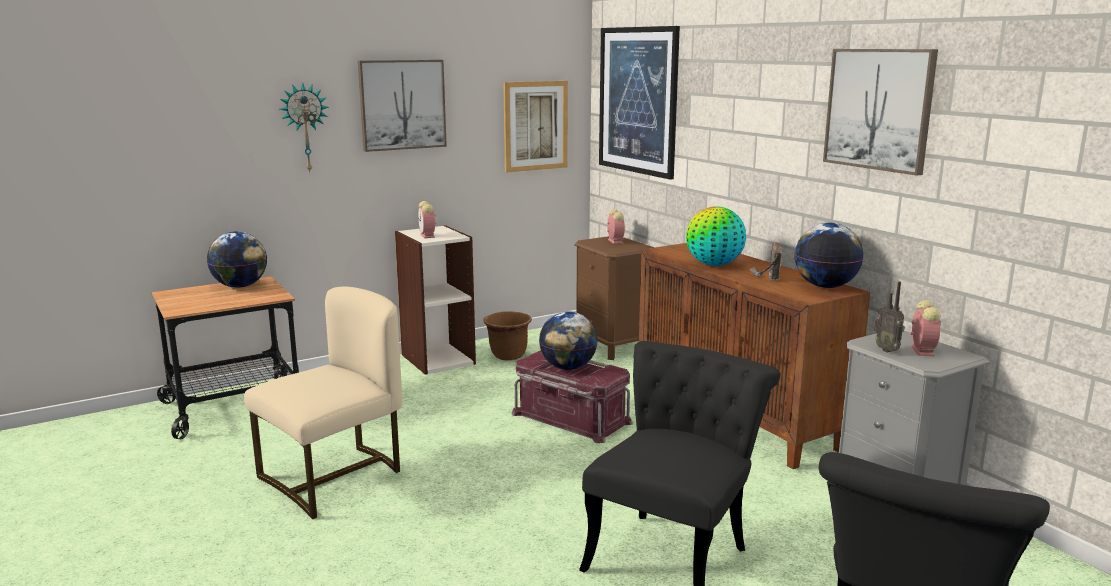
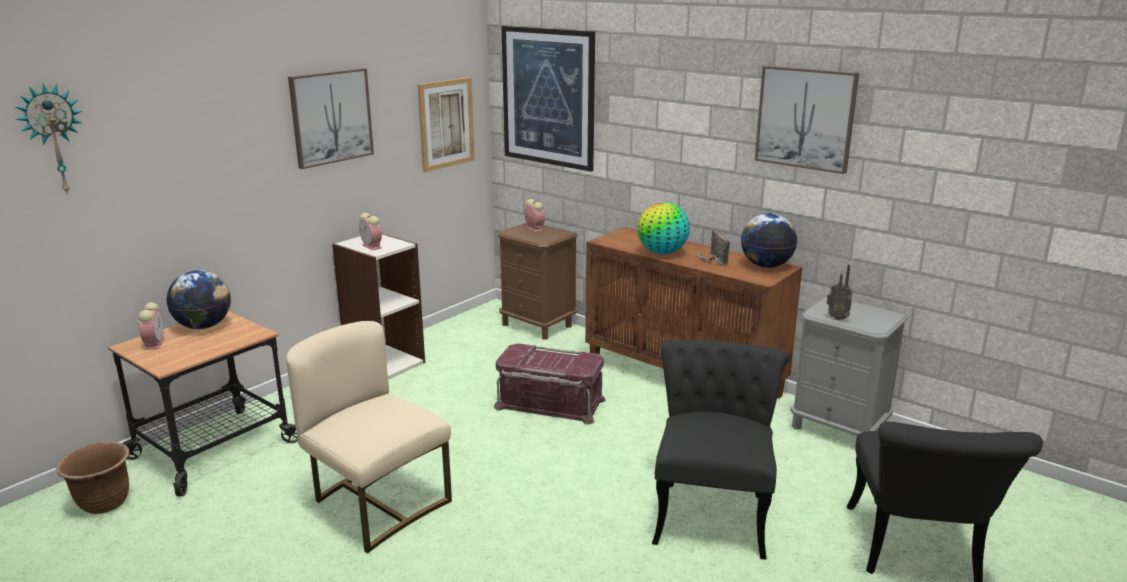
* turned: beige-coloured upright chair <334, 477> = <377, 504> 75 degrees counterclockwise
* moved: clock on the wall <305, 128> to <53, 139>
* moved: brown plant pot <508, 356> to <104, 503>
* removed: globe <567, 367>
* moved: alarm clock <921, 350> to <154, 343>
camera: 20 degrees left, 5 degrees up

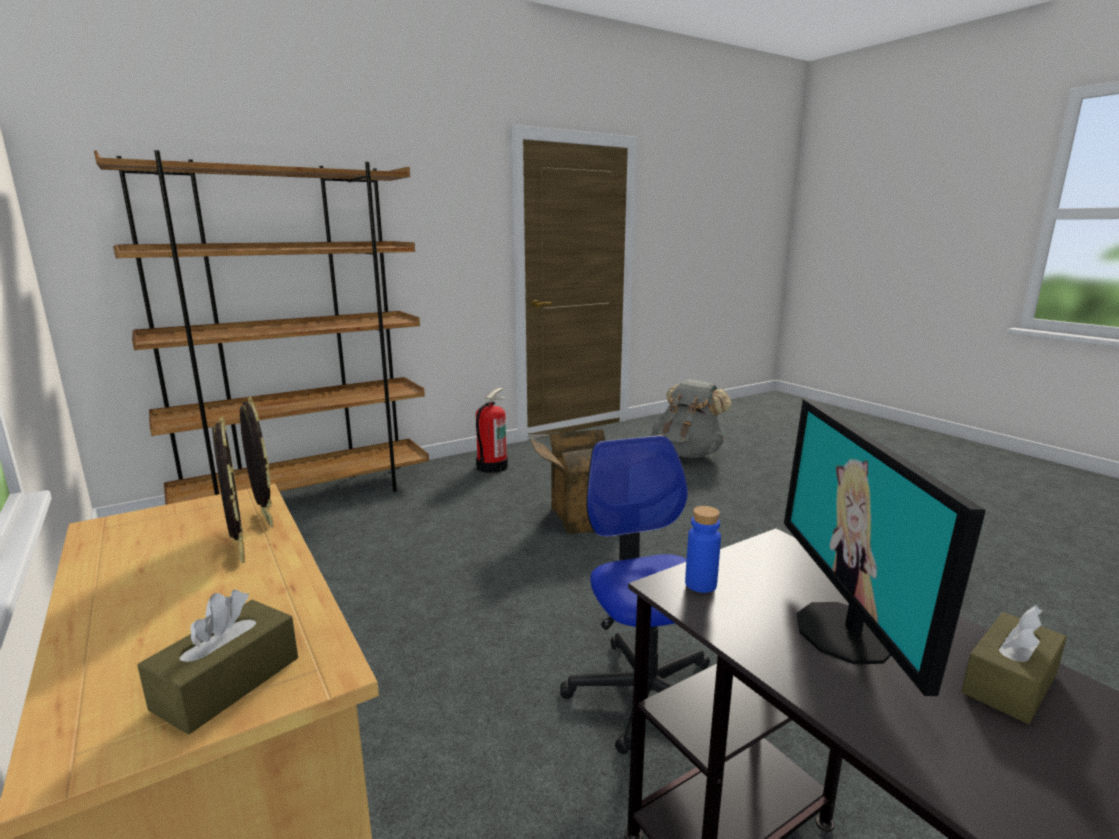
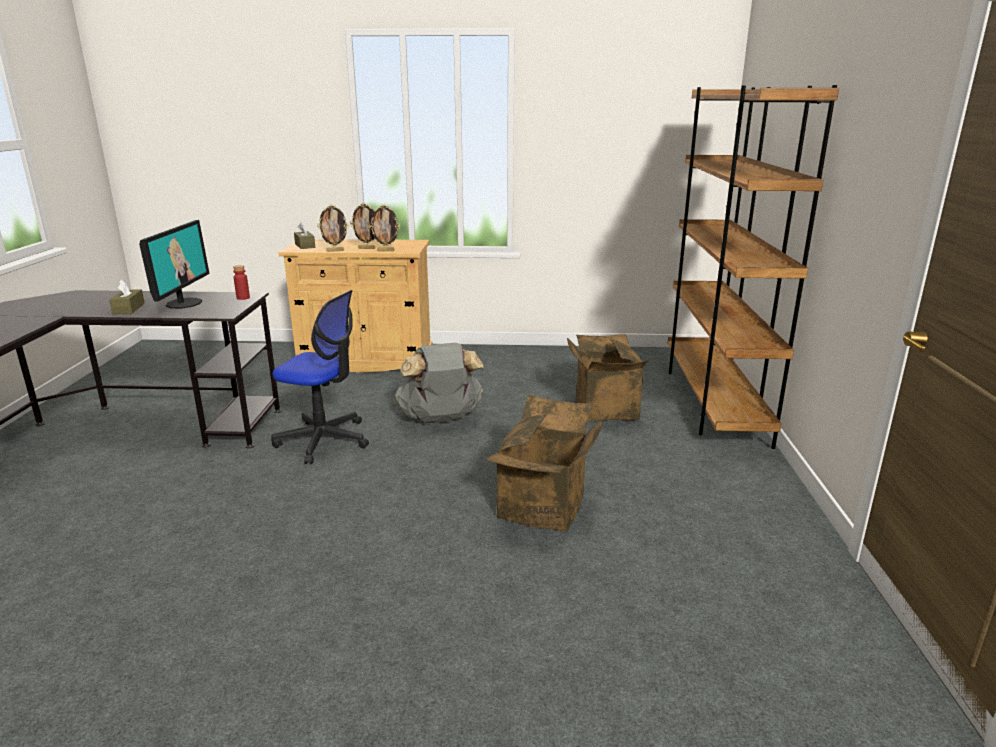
* removed: extinguisher <492, 466>
* moved: greyish knapsack <687, 454> to <440, 419>
* recoloured: blue-coloured beverage bottle <700, 584> to red-coloured beverage bottle <243, 298>
* turned: computer display <847, 632> = <183, 303> 60 degrees clockwise
* added: standing frame <335, 251>
* added: packing box <602, 409>
camera: 125 degrees right, 5 degrees up

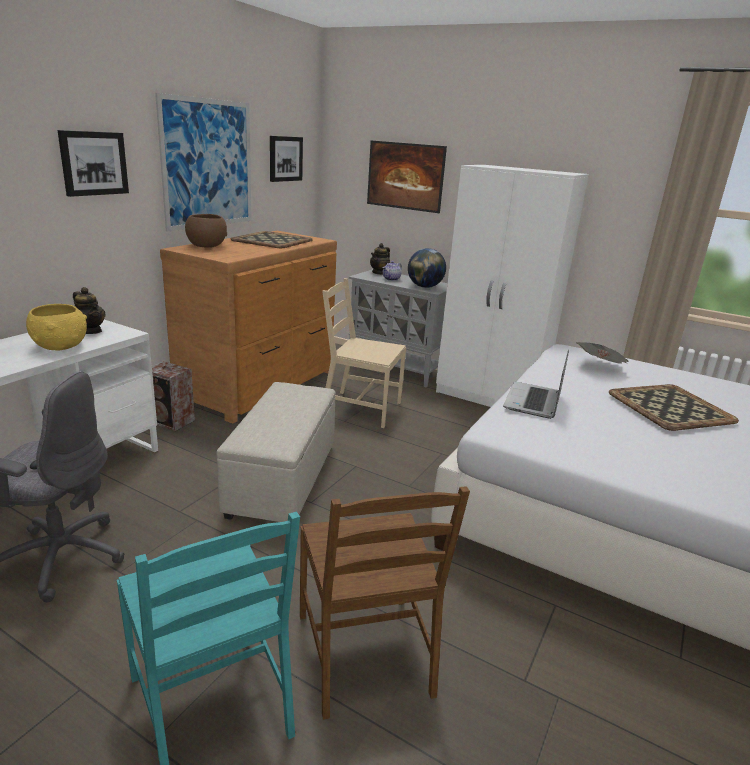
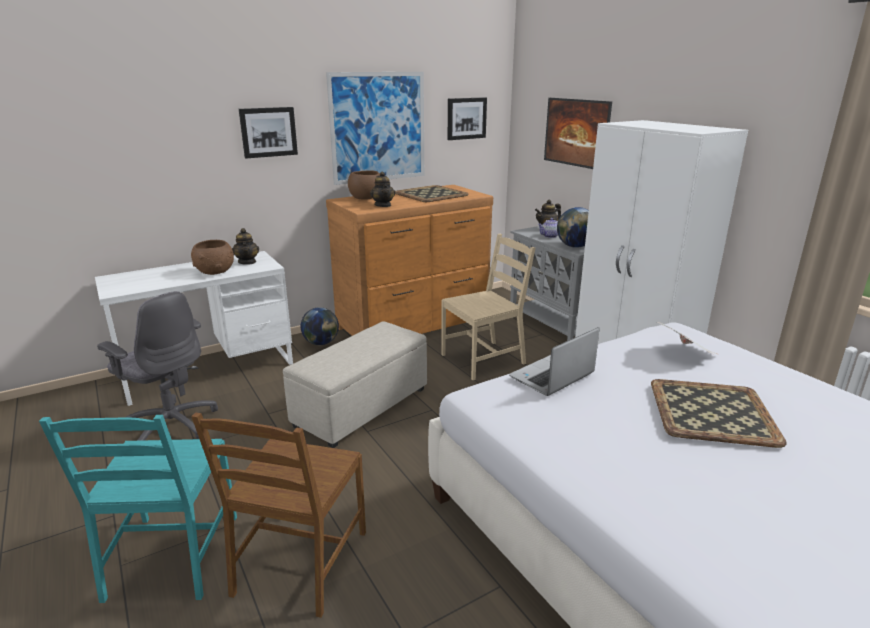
* recoloured: yellowish serving bowl <61, 347> to brown serving bowl <215, 272>
* replaced: speaker <172, 421> to globe <321, 343>
* turned: beige-coloured upright chair <360, 408> = <484, 359> 105 degrees clockwise
* added: teapot <383, 205>
camera: 30 degrees right, 0 degrees up

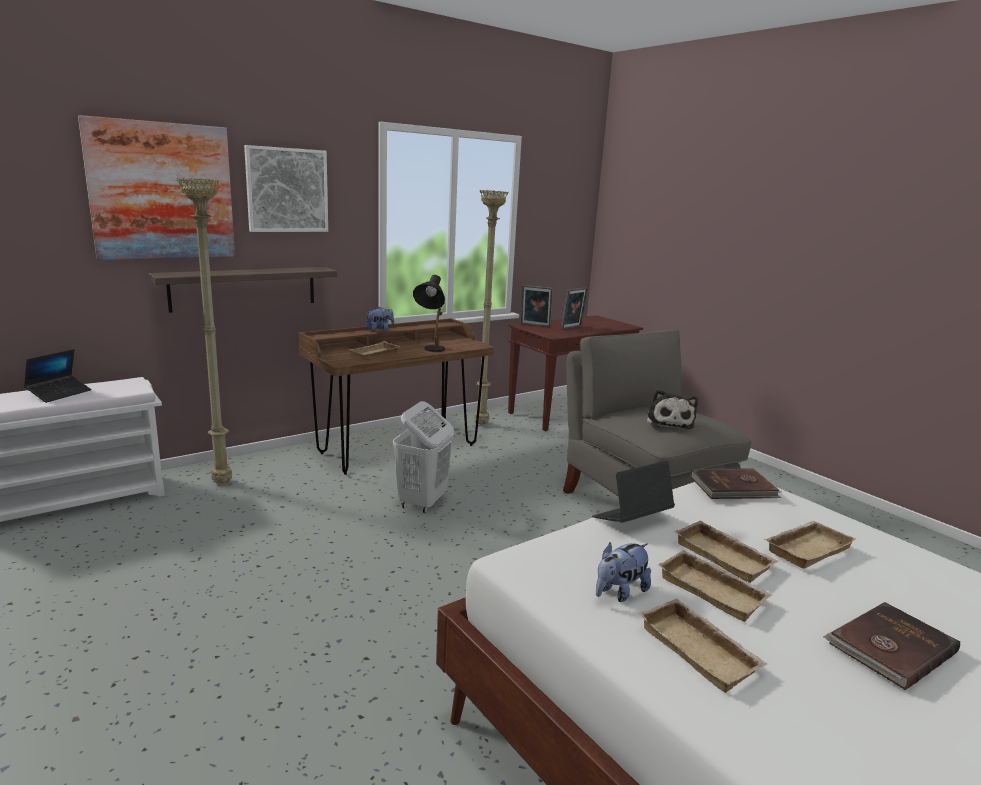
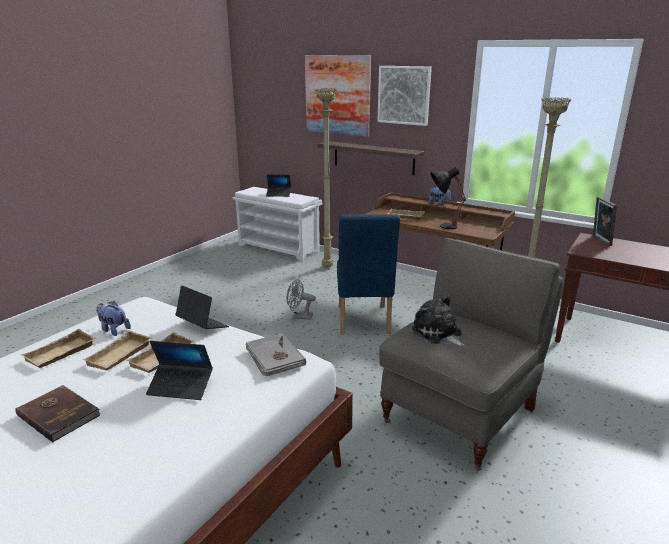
* replaced: white washing basket <422, 502> to blue-coloured upright chair <363, 322>
* removed: standing frame <572, 328>
* turned: plush toy <669, 422> = <438, 334> 75 degrees clockwise
* recoloured: brown book <734, 488> to greyish book <274, 357>
* replaced: beige-coloured serving tray <806, 548> to laptop <181, 387>
* added: greyish cooling fan <299, 317>
camera: 70 degrees right, 5 degrees up

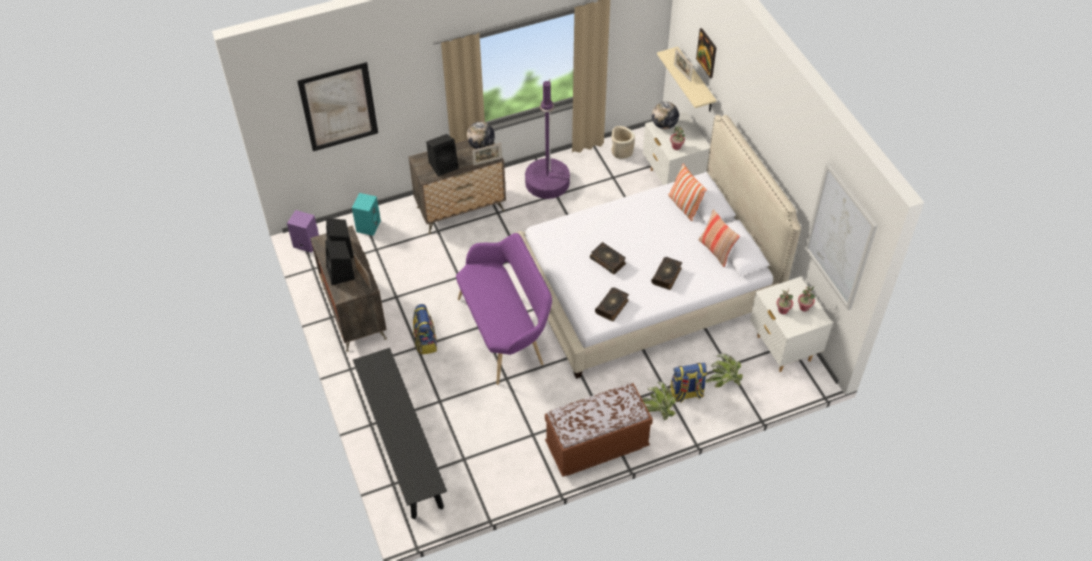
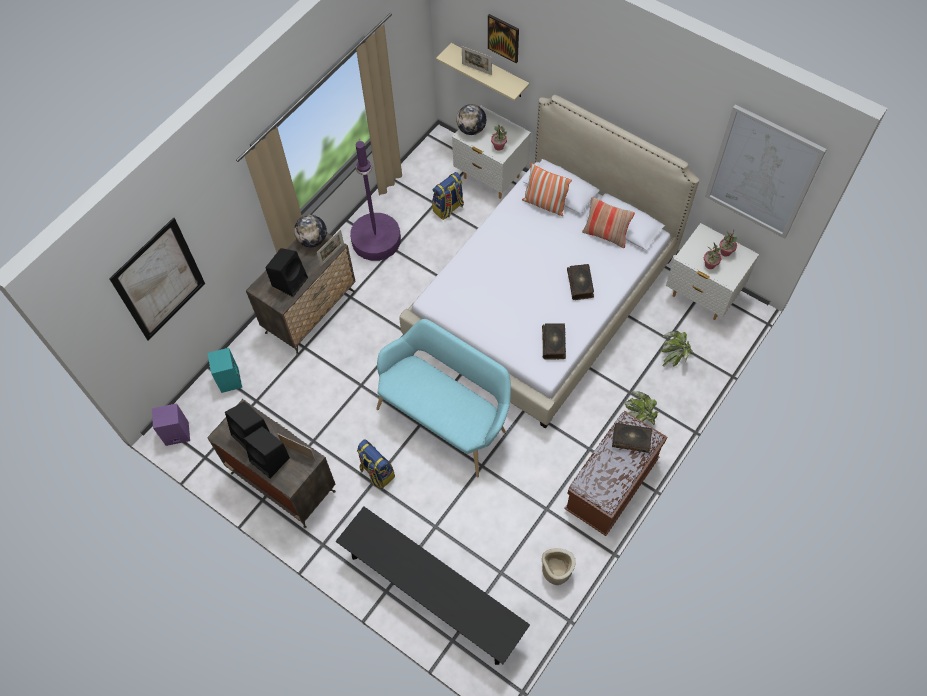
* recoloured: purplish long seat <505, 331> to blue-green long seat <446, 417>
* moved: book <608, 261> to <631, 439>
* moved: beige-coloured plant pot <621, 151> to <556, 571>
* moved: knapsack <686, 393> to <448, 208>
camera: 30 degrees left, 10 degrees up

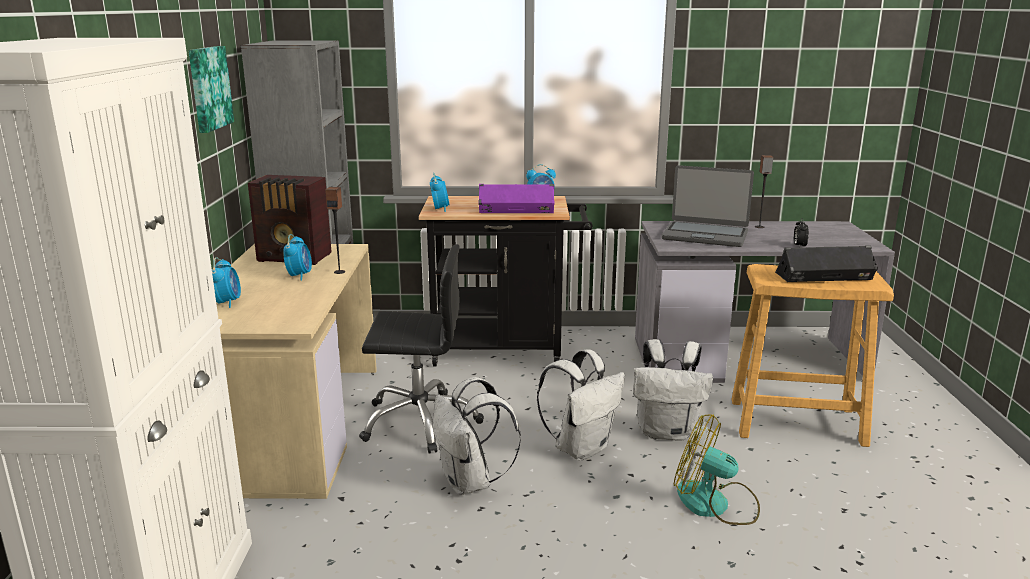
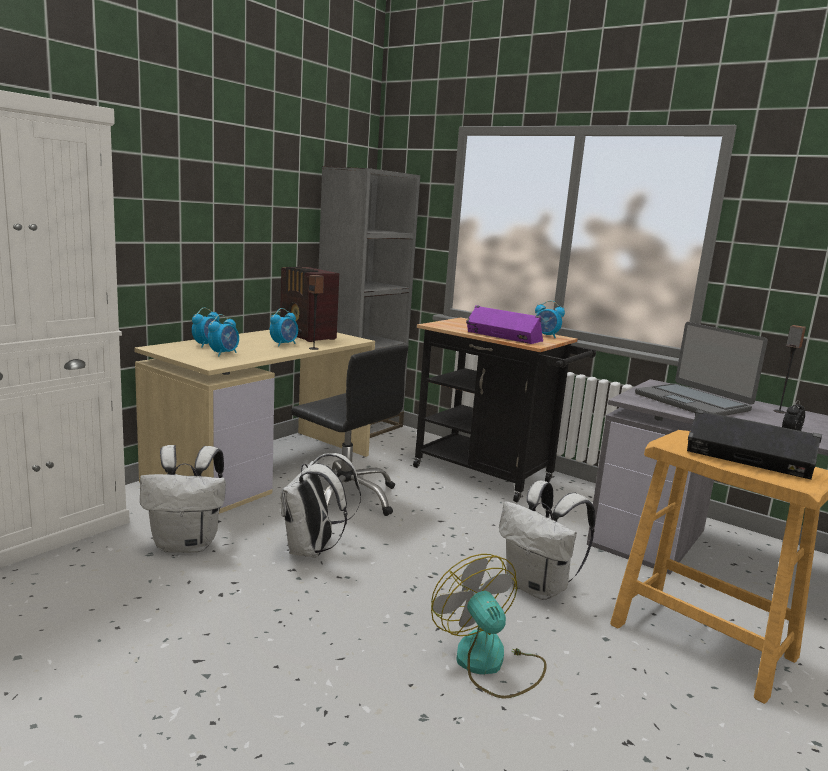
* removed: picture <208, 88>
* moved: alarm clock <440, 209> to <224, 353>
* moved: white knapsack <581, 448> to <187, 544>
camera: 35 degrees right, 5 degrees down

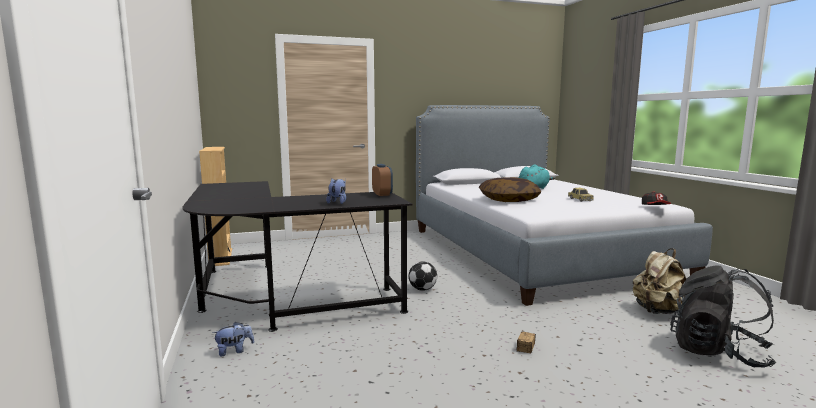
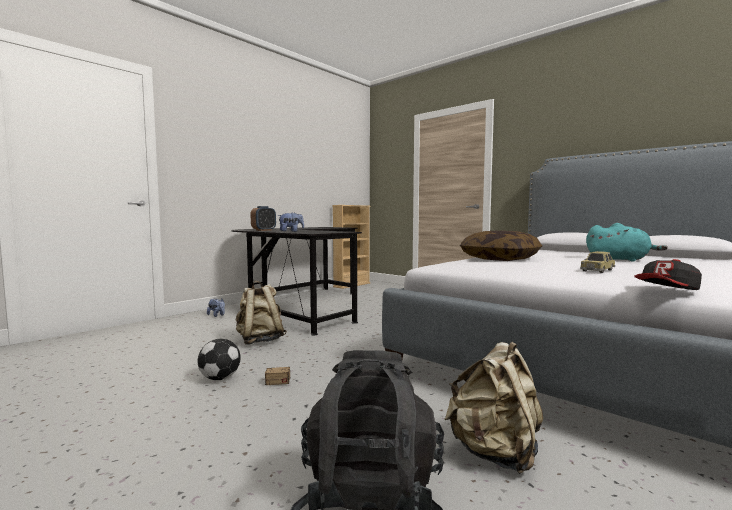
* moved: alarm clock <382, 194> to <263, 230>
* moved: ball for football <422, 289> to <220, 378>
* added: beige-coloured knapsack <260, 341>
camera: 60 degrees right, 5 degrees down

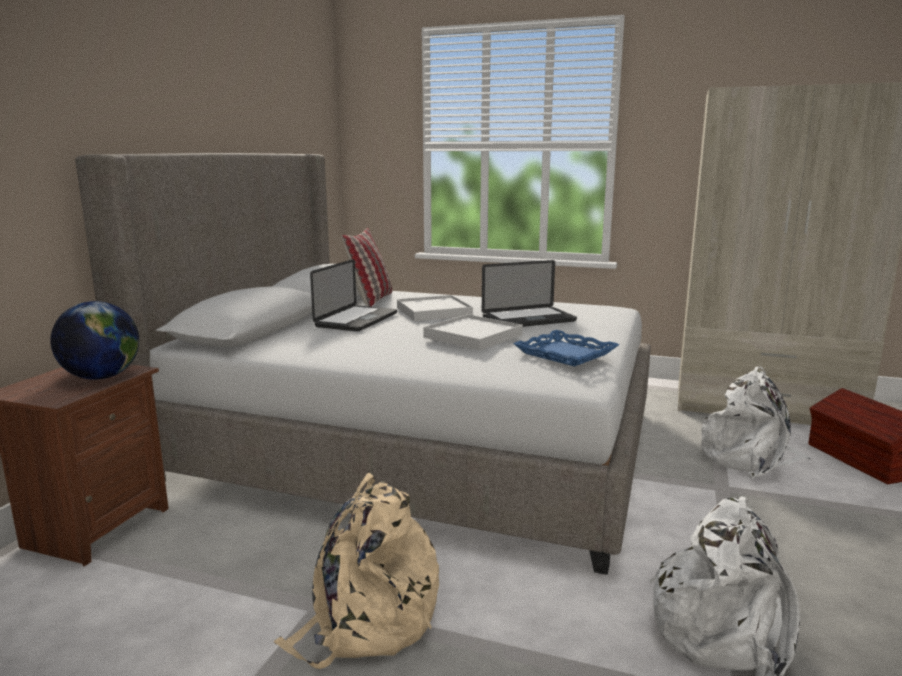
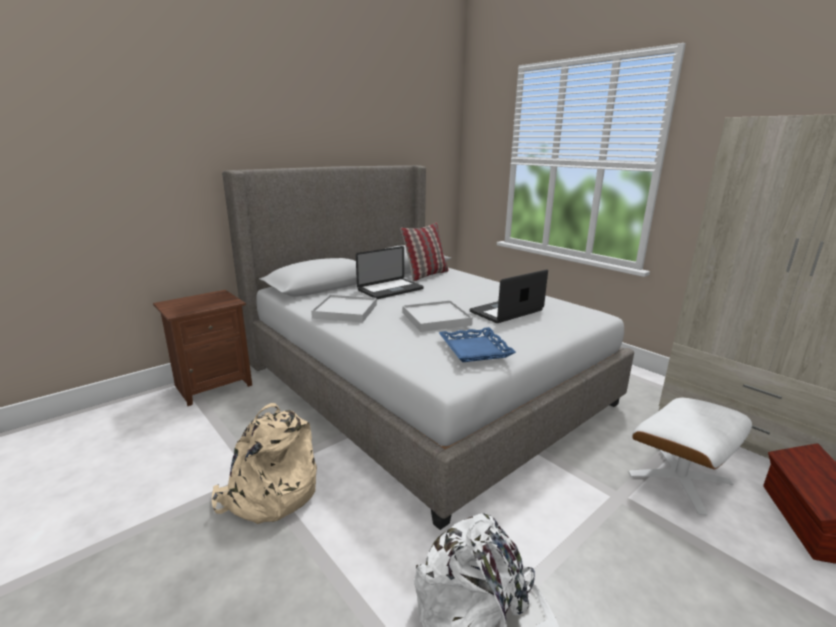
* removed: globe <101, 377>
* moved: white serving tray <433, 312> to <345, 311>
* turned: laptop <528, 319> = <506, 311> 135 degrees clockwise
* replaced: white knapsack <750, 458> to white pouffe <680, 478>
camera: 30 degrees right, 5 degrees up

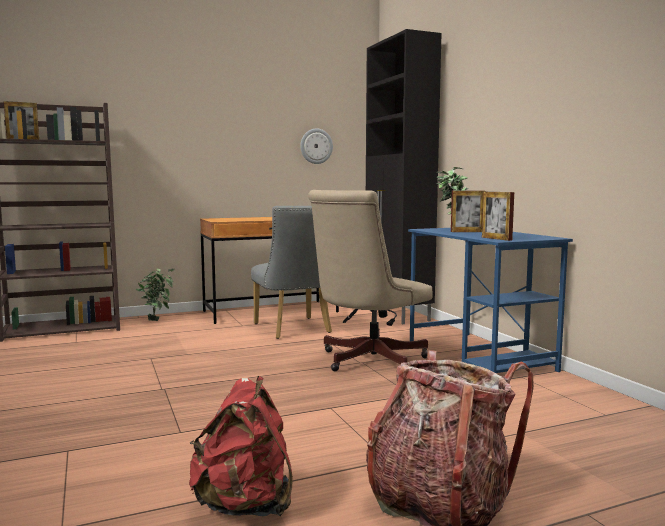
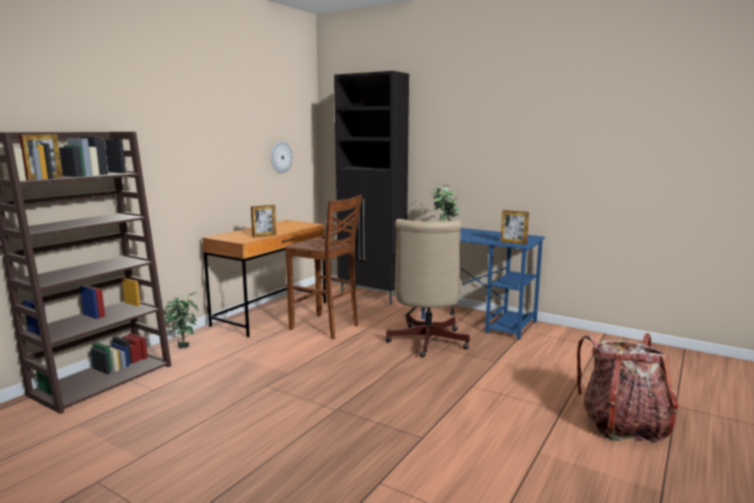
* removed: red-coloured knapsack <245, 505>
* replaced: greyish upright chair <295, 329> to brown stool seat <325, 327>
* moved: standing frame <467, 231> to <264, 236>
camera: 35 degrees left, 5 degrees up

